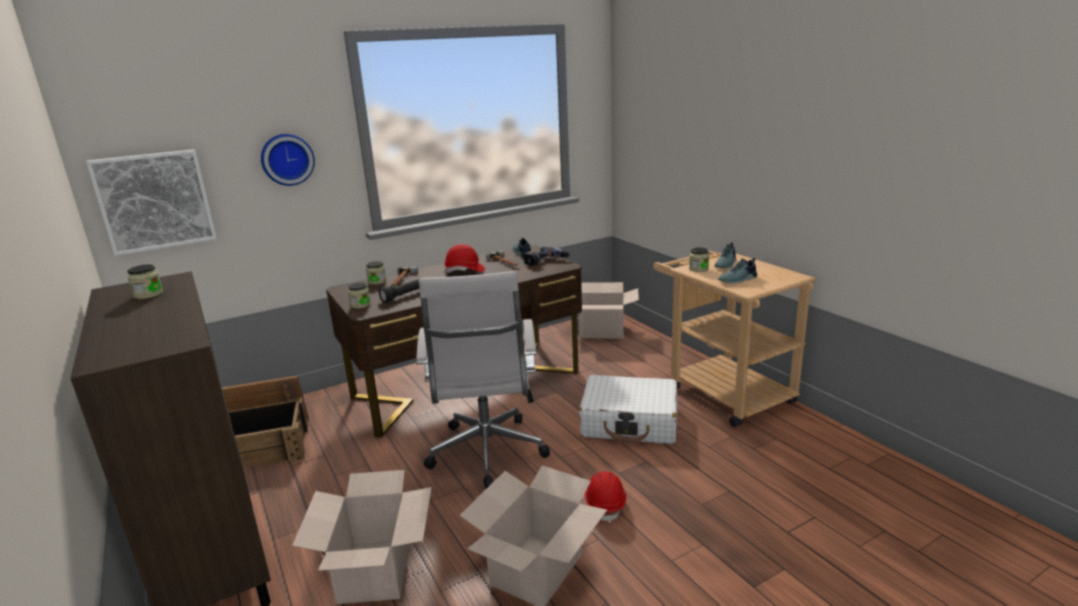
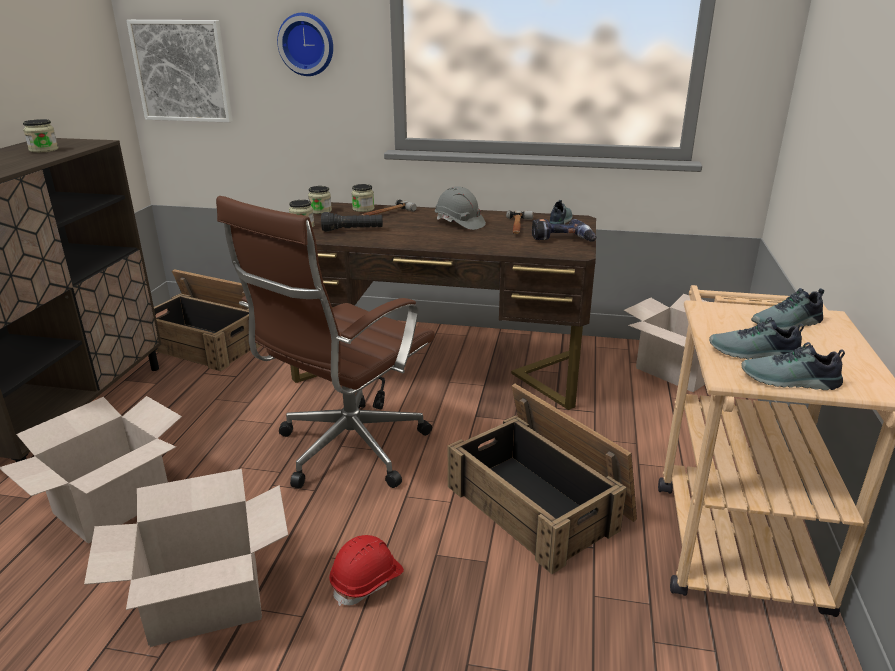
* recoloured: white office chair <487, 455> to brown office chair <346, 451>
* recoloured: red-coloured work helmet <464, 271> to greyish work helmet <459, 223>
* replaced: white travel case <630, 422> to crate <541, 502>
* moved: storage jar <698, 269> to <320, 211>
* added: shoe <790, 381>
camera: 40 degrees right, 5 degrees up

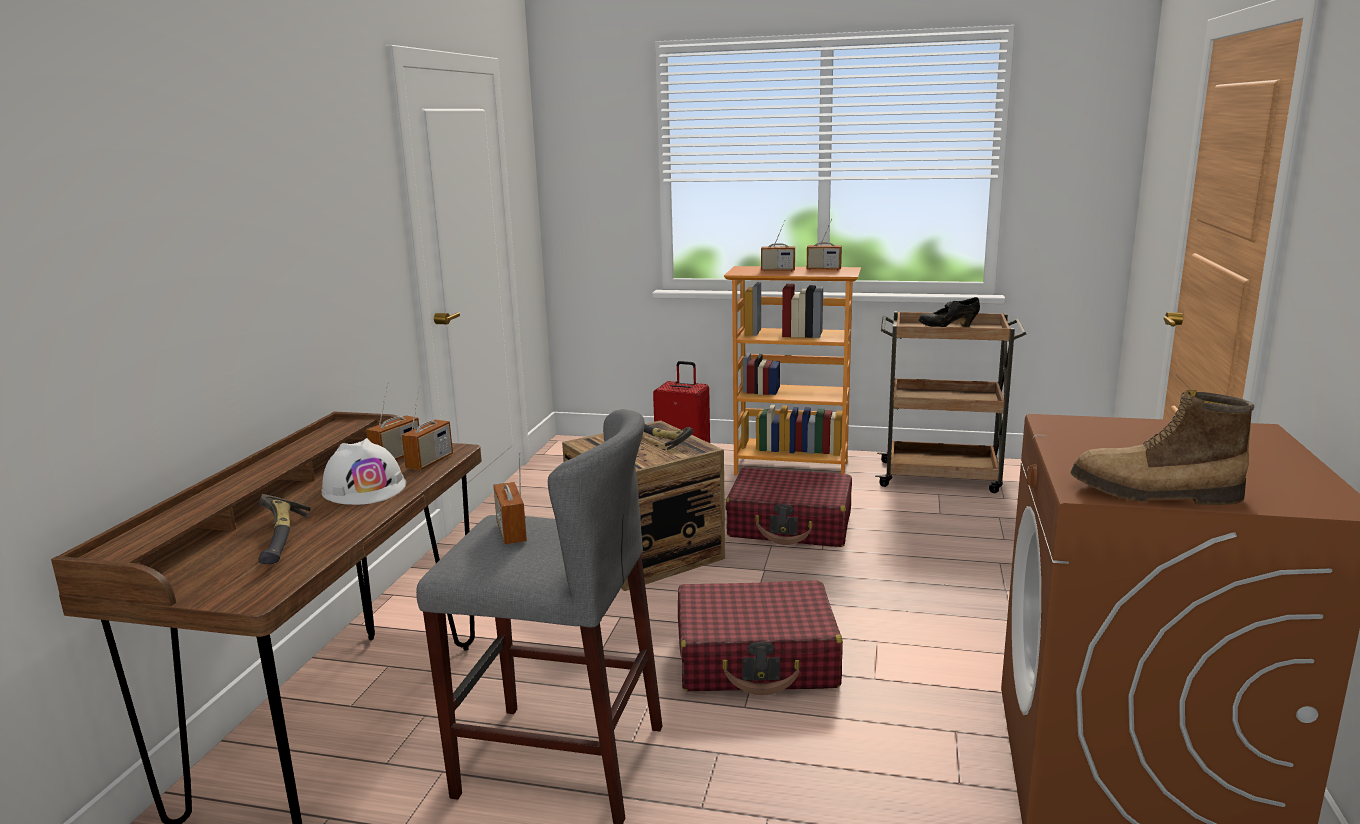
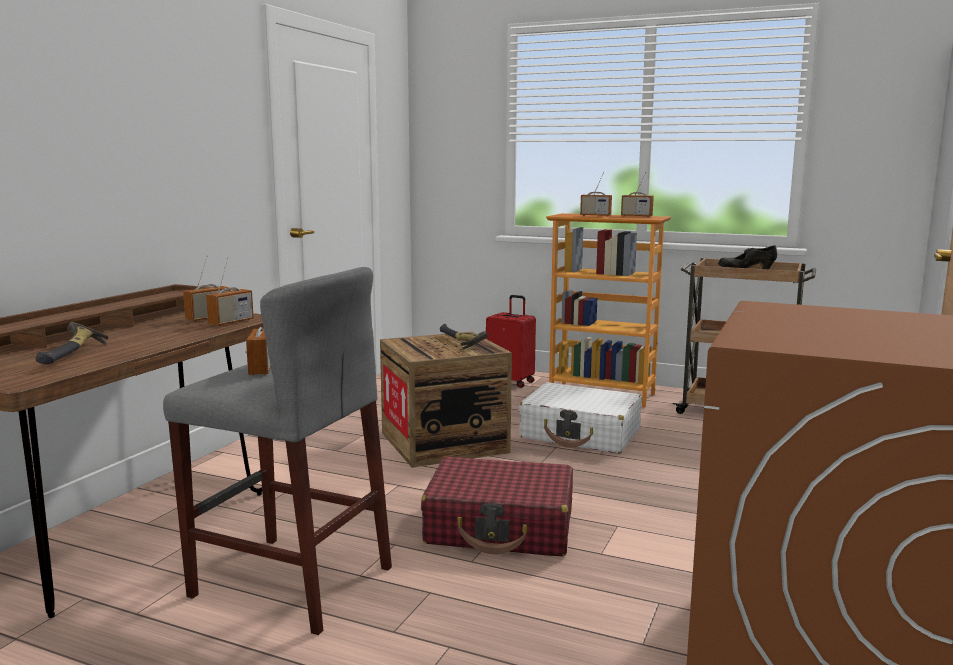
* removed: white work helmet <364, 488>
* recoloured: red-coloured travel case <790, 525> to white travel case <581, 434>
* removed: high-top boot <1154, 494>
camera: 10 degrees right, 5 degrees down

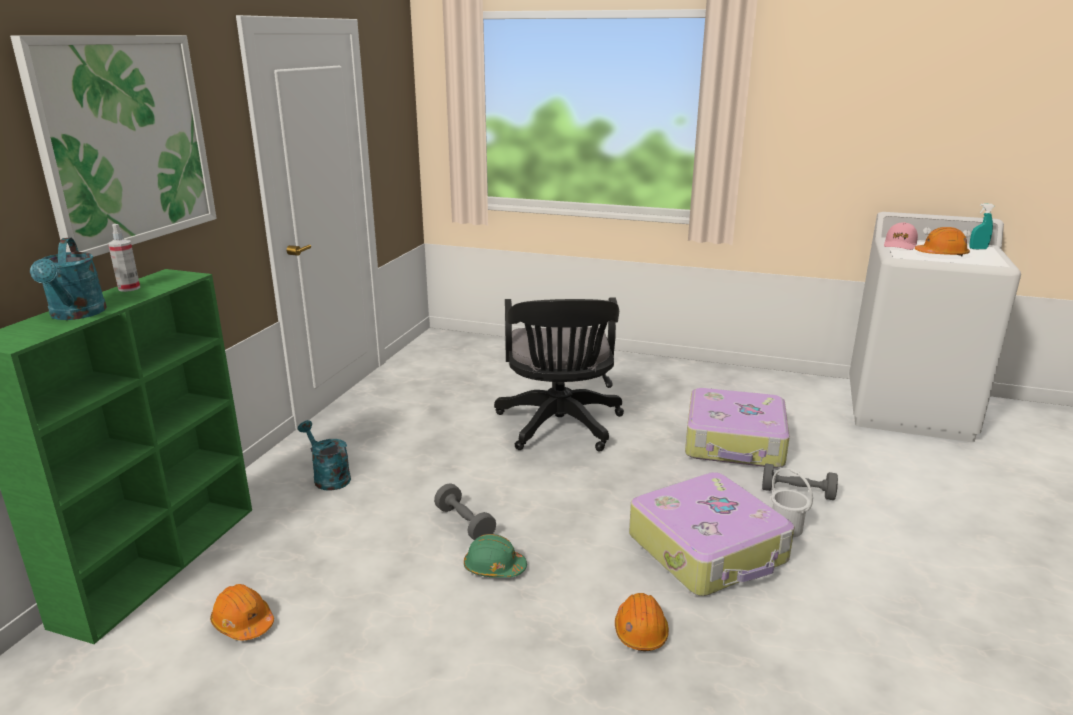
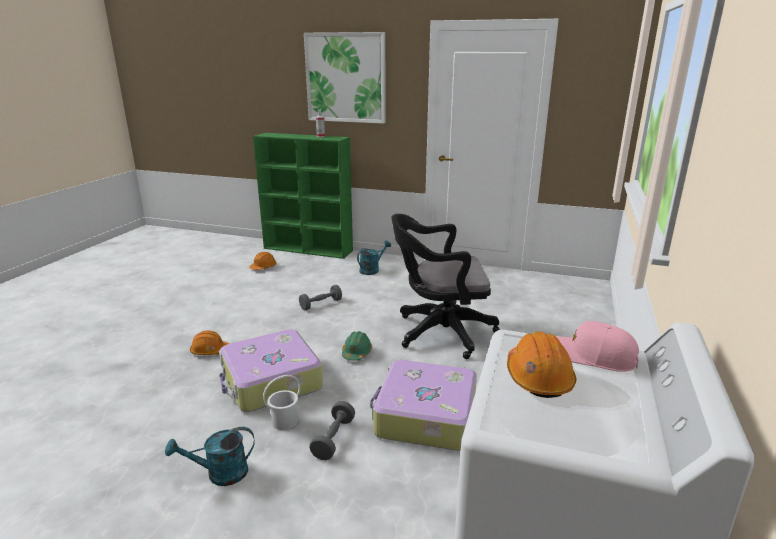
* moved: blue-green watering can <76, 315> to <220, 474>
* moved: greenish work helmet <494, 568> to <356, 353>
* removed: blue-green sprayer <978, 249>
camera: 90 degrees right, 0 degrees up

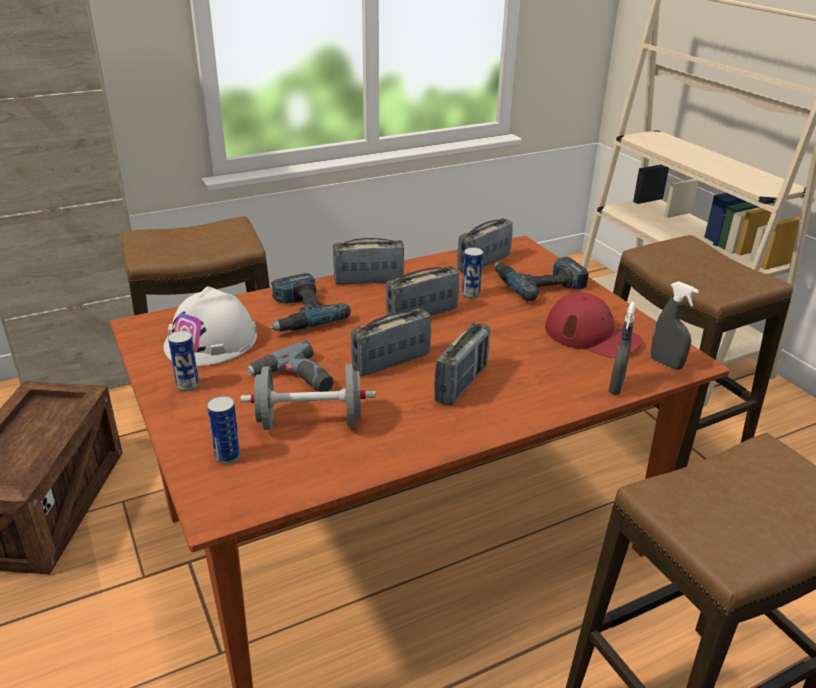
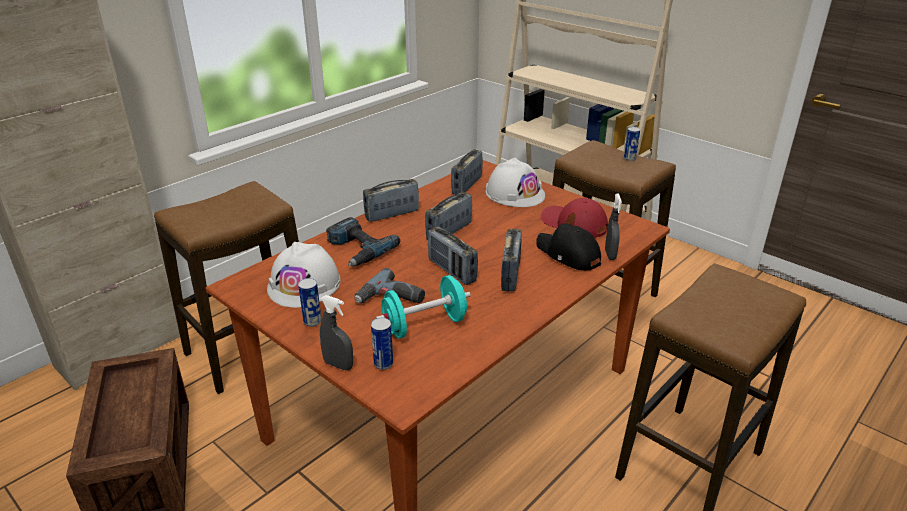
* recoloured: greyish dumbbell <310, 421> to blue-green dumbbell <424, 325>
* turned: radio <391, 362> = <451, 271> 75 degrees counterclockwise
* moved: can <470, 294> to <629, 158>
* replaced: drill <539, 283> to white work helmet <515, 193>
* turned: red-coloured baseball cap <592, 335> = <573, 223> 150 degrees counterclockwise
* moved: greyish sprayer <666, 363> to <338, 365>
* added: black-coloured baseball cap <568, 255>
camera: 20 degrees left, 0 degrees up

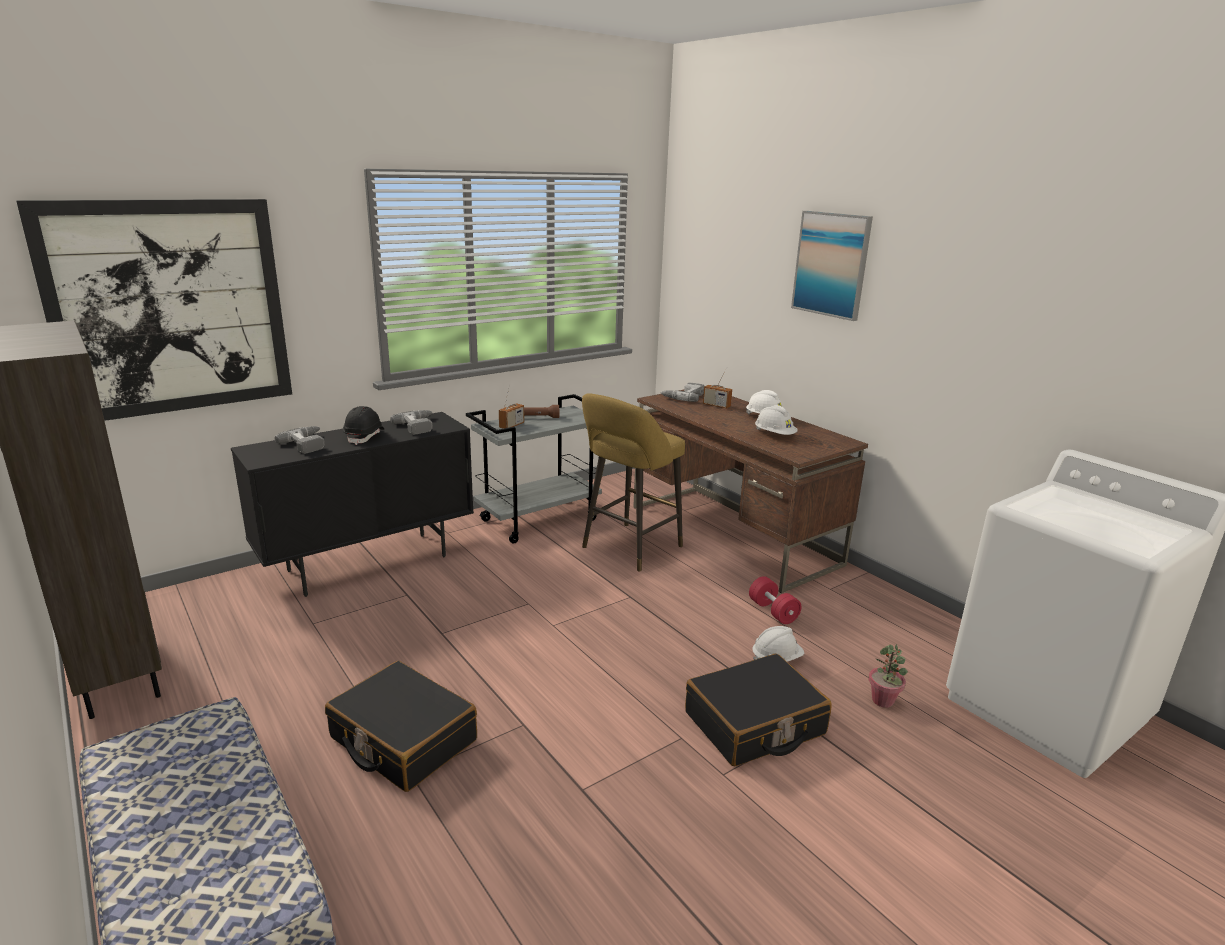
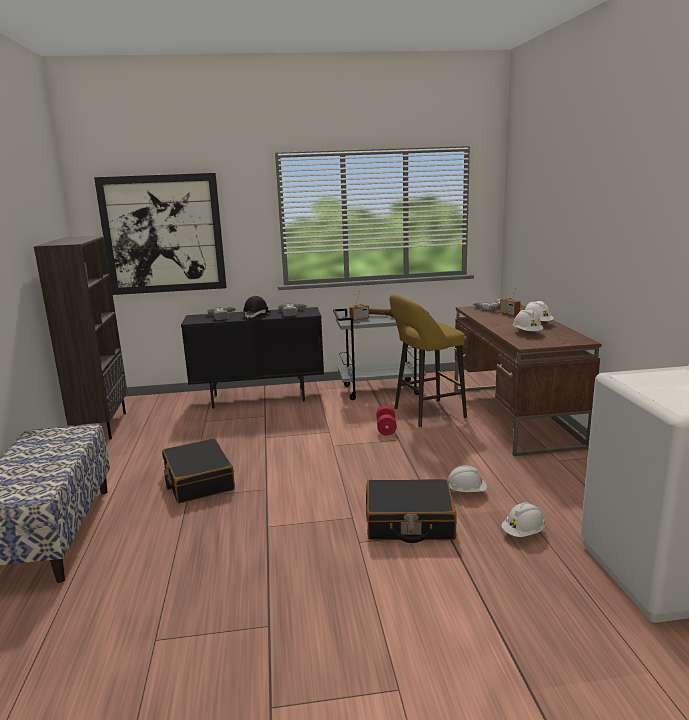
* moved: red-coloured dumbbell <773, 611> to <386, 428>
* removed: picture <831, 264>
* replaced: potted plant <883, 701> to white work helmet <523, 533>
camera: 30 degrees right, 5 degrees down

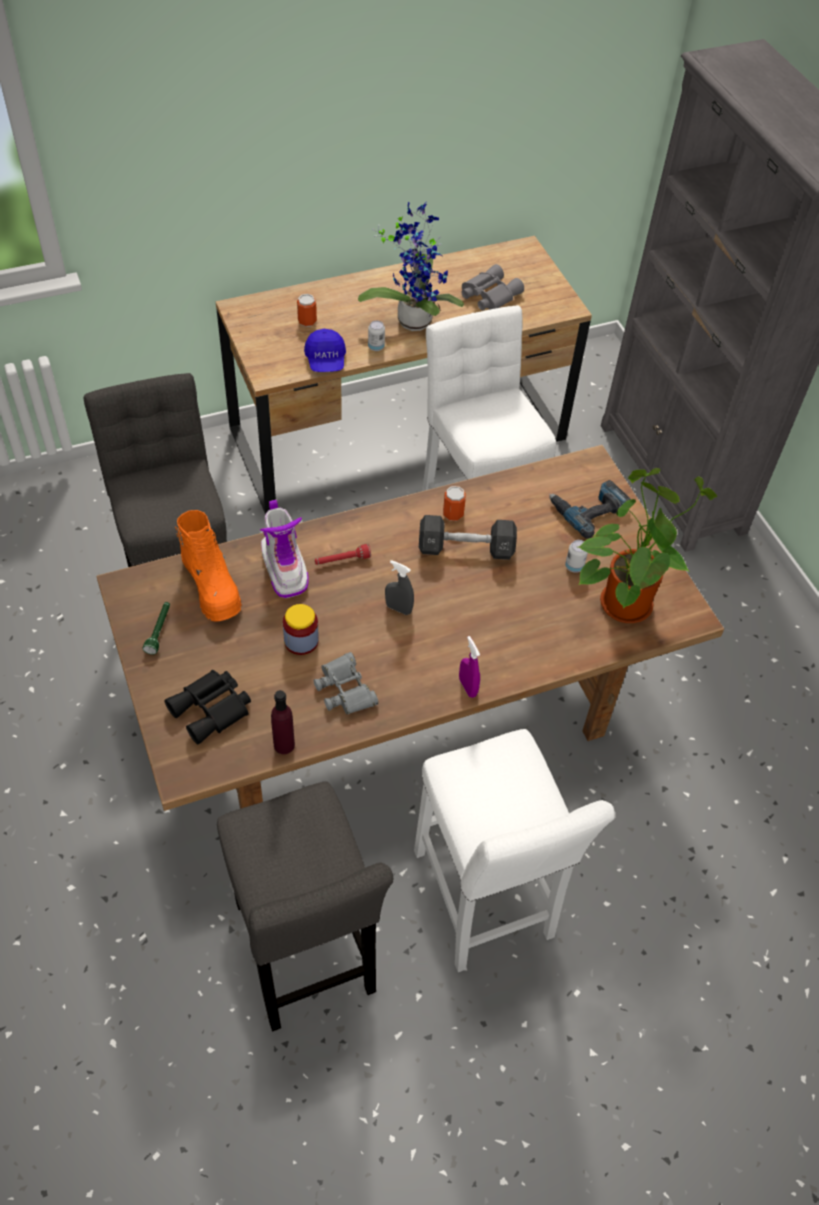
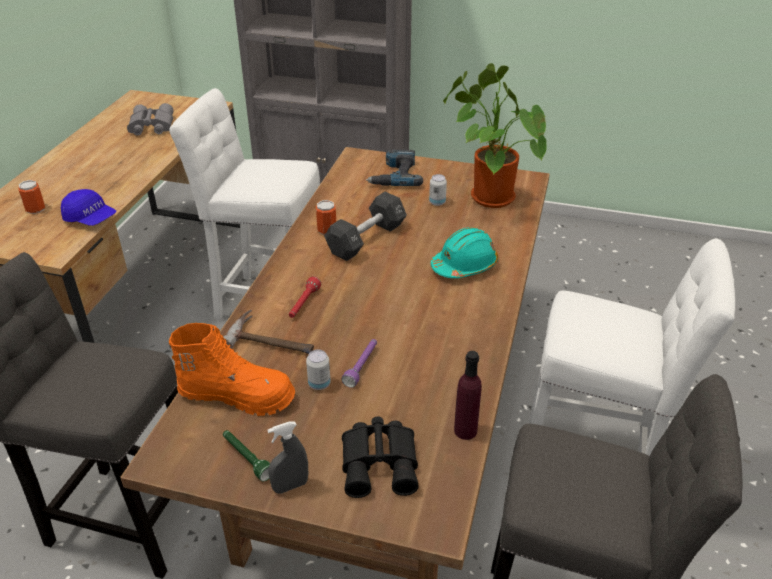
* replaced: high-top boot <285, 568> to hammer <272, 339>
* replaced: storage jar <301, 641> to purplish flashlight <362, 366>
* removed: greyish binoculars <345, 689>
* removed: potted plant <413, 318>
* moved: can <376, 347> to <319, 384>
* moved: greyish sprayer <398, 608> to <290, 486>
* removed: purplish sprayer <467, 687>
* added: blue-green work helmet <464, 265>
camera: 50 degrees left, 15 degrees down

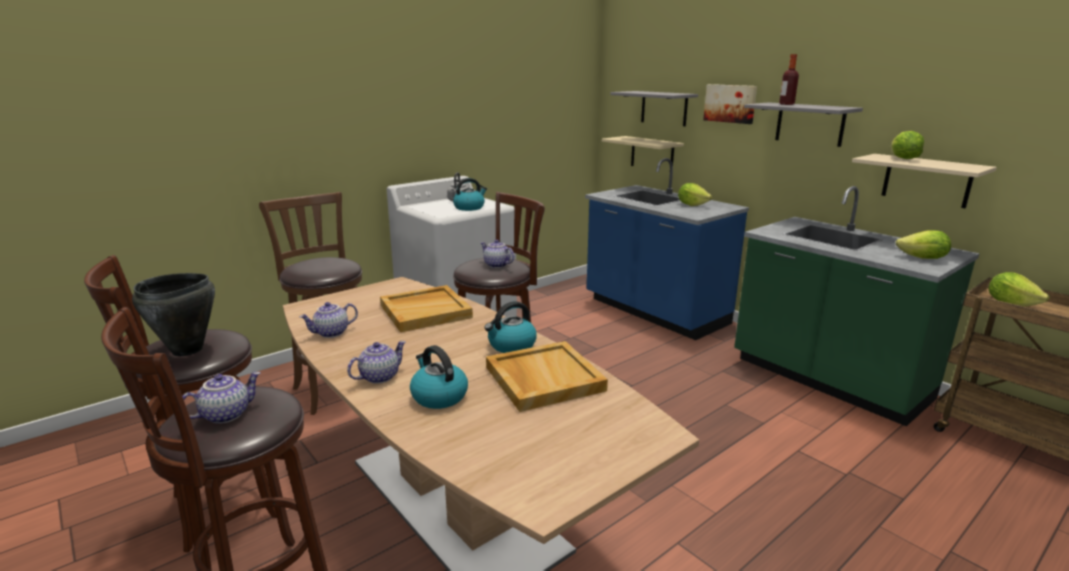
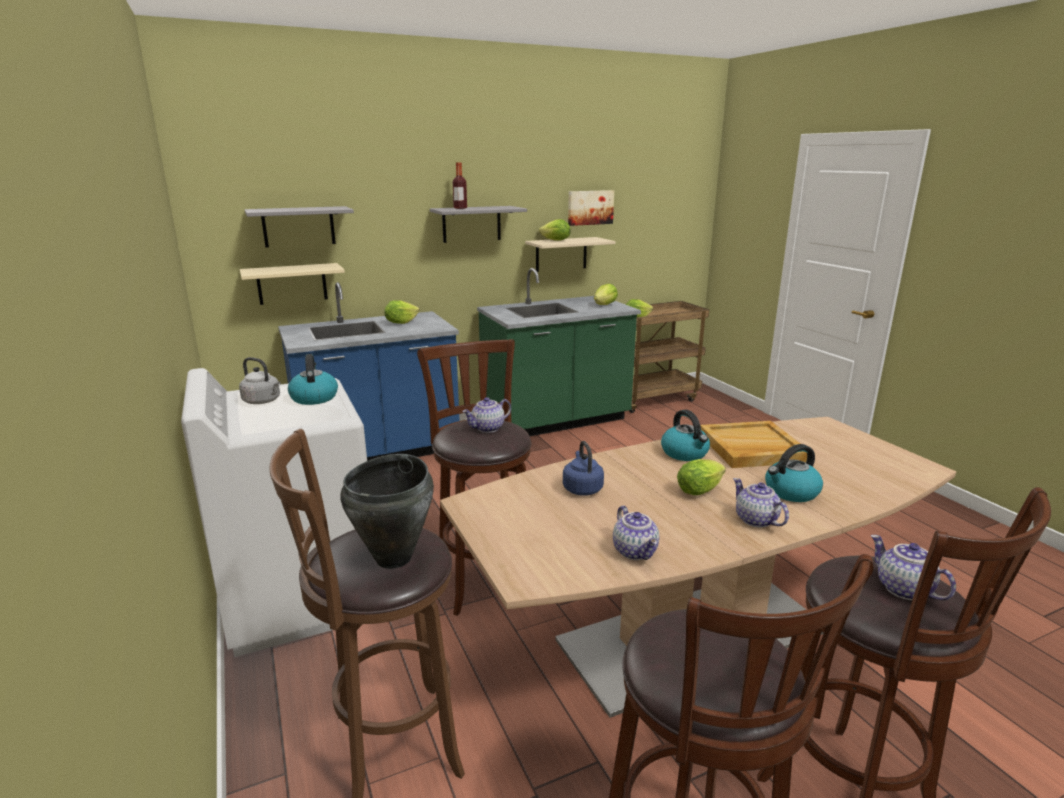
* moved: black-coloured stockpot <187, 350> to <394, 558>
* replaced: beige-coloured serving tray <426, 311> to blue-coloured tea kettle <582, 488>
* moved: picture <730, 103> to <590, 207>
* added: head of lettuce <701, 490>
camera: 75 degrees left, 0 degrees up

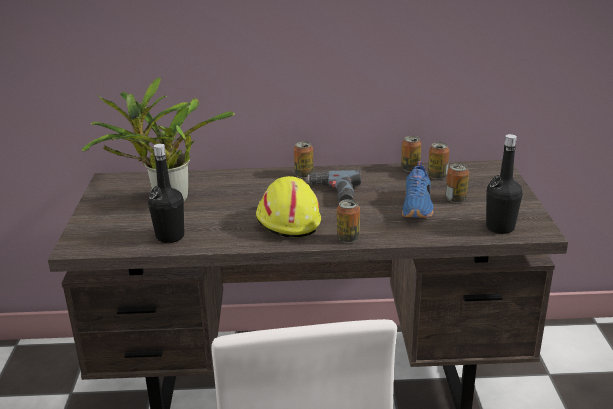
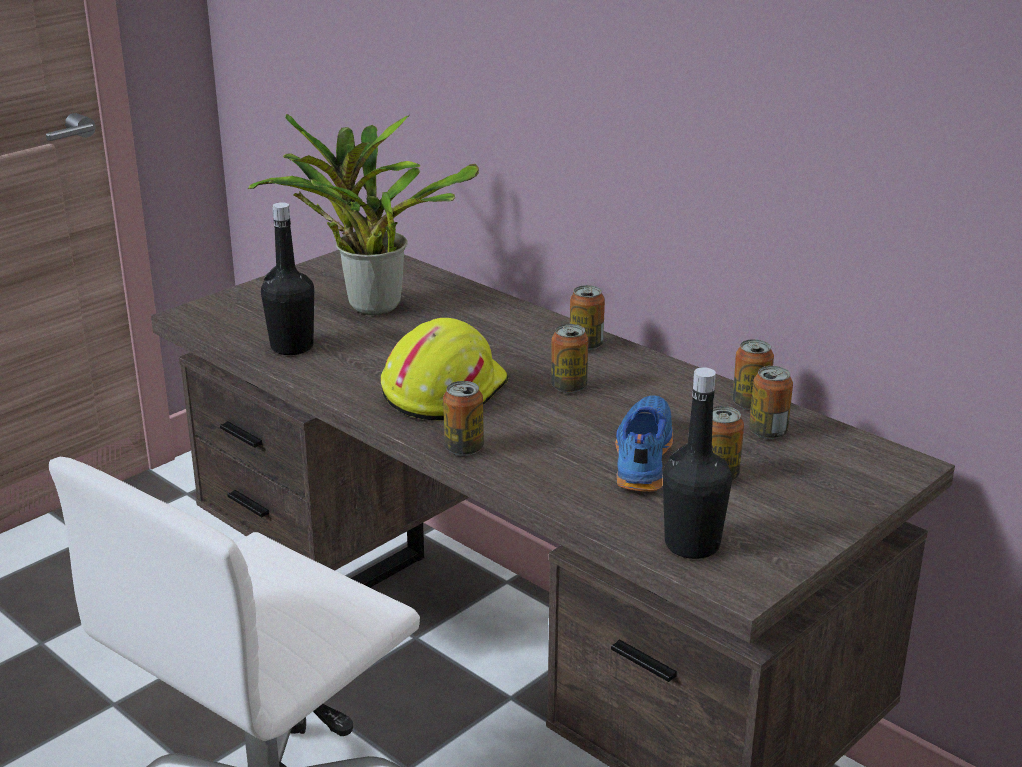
* replaced: drill <334, 194> to can <569, 387>
* turned: blue-coloured shoe <418, 207> = <641, 458> 135 degrees clockwise
camera: 45 degrees right, 0 degrees up

